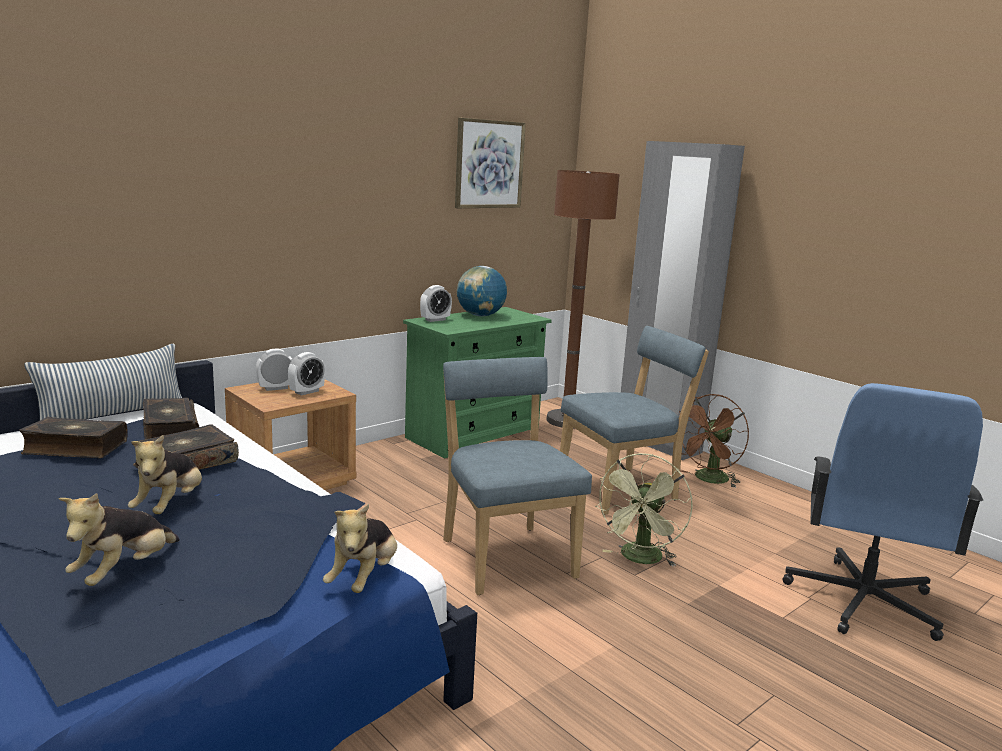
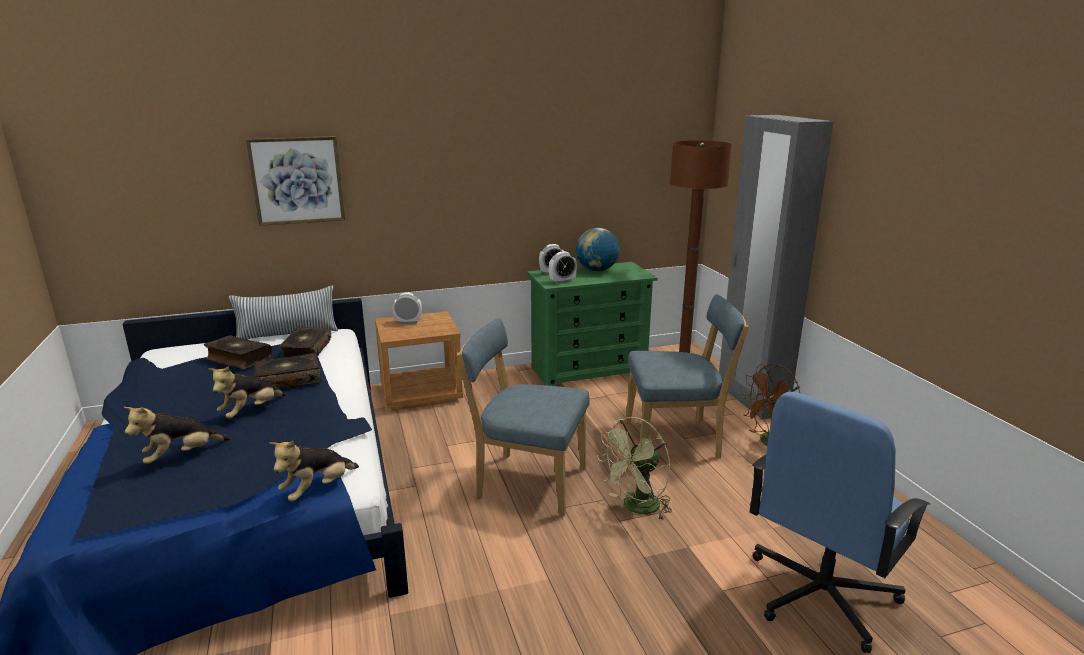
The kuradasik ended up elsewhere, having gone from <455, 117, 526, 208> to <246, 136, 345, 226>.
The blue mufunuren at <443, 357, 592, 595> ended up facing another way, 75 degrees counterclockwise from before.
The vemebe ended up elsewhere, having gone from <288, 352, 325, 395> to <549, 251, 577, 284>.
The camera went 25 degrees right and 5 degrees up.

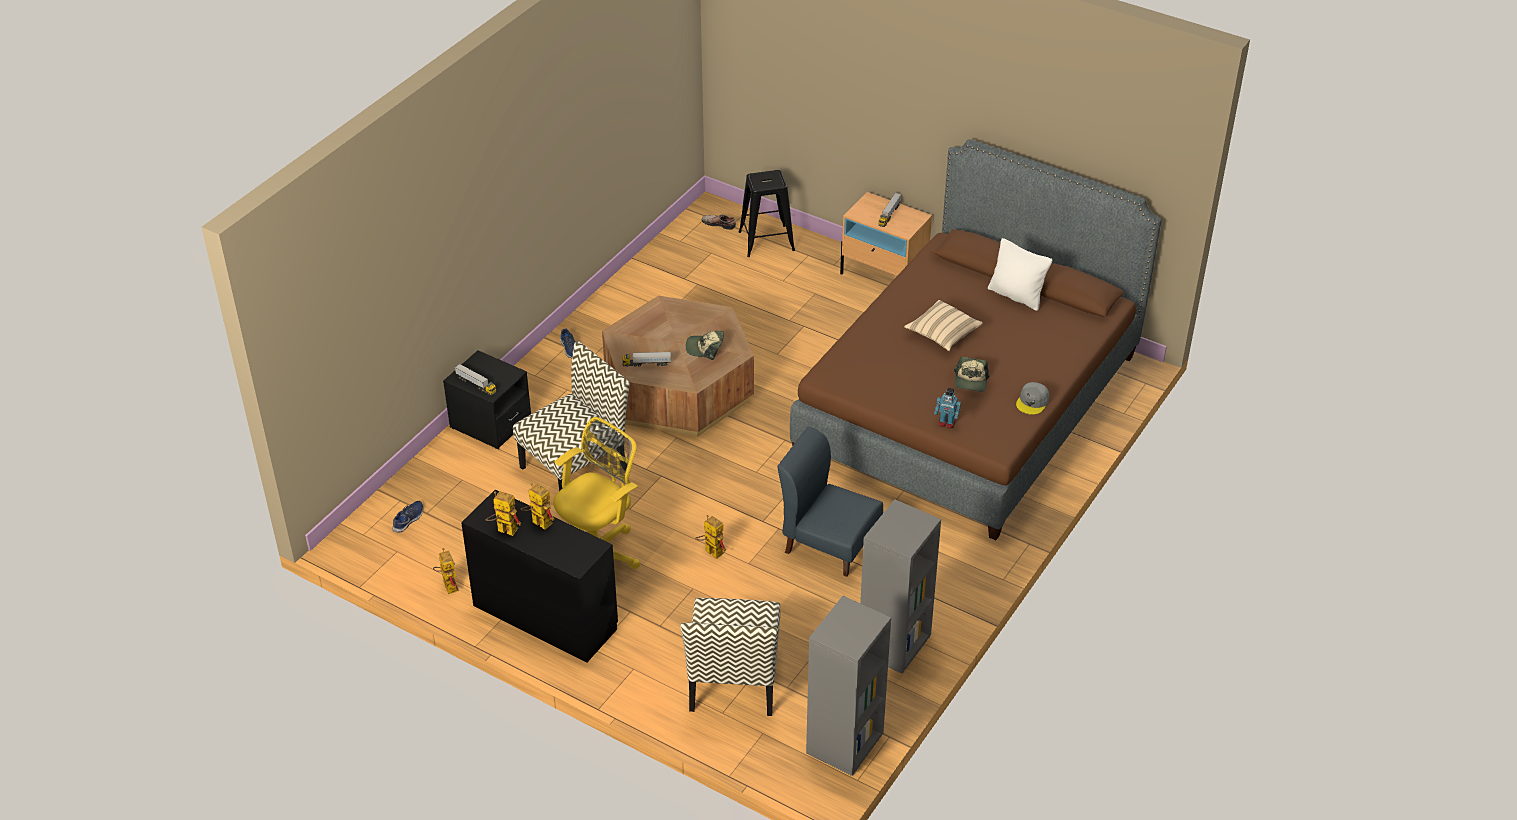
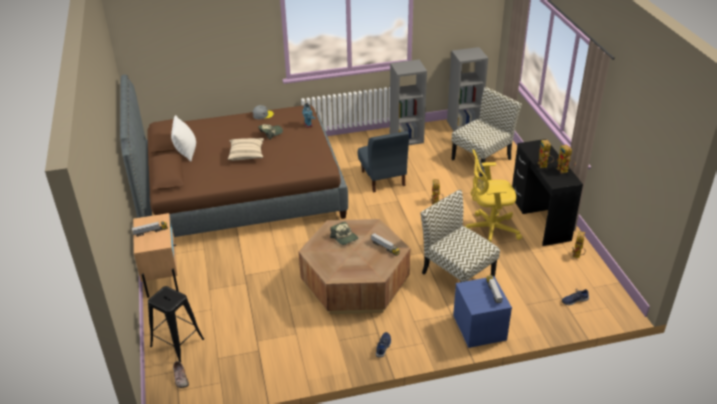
The mufunuren at <513, 341, 630, 491> ended up facing another way, 45 degrees clockwise from before.
What was the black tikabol at <443, 350, 531, 449> turned into the blue tikabol at <453, 276, 512, 348>.
The camera went 135 degrees left and 5 degrees down.

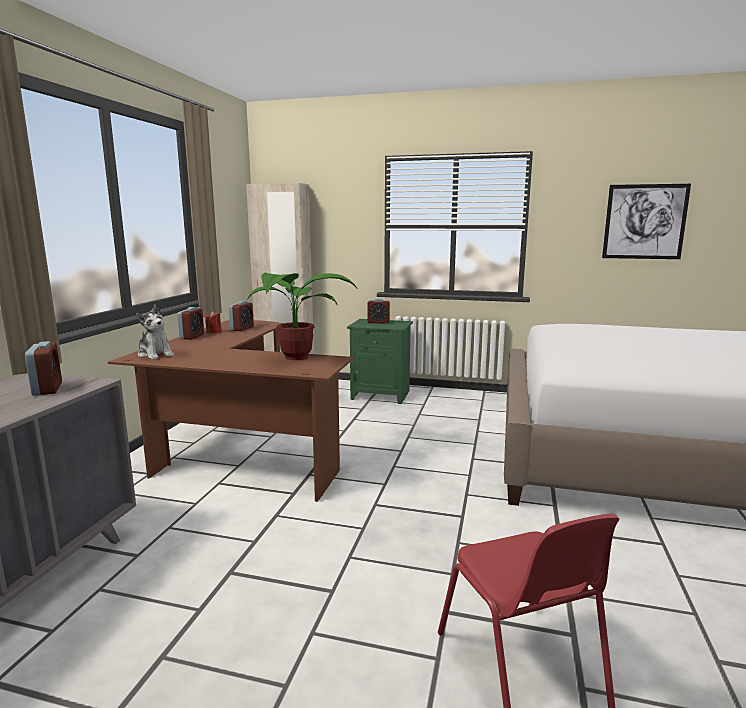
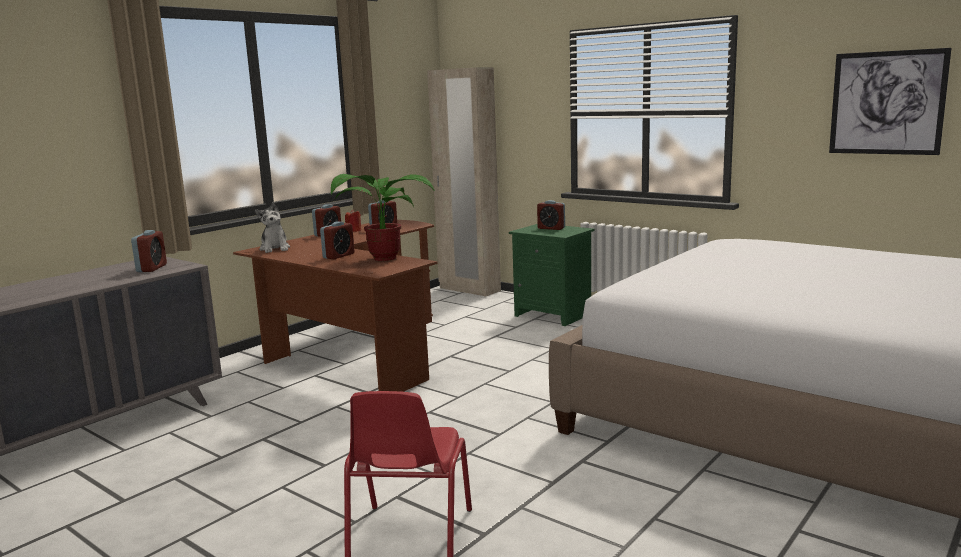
The second view gained the vemebe at <320, 221, 354, 259>.
The camera went 25 degrees right and 0 degrees up.

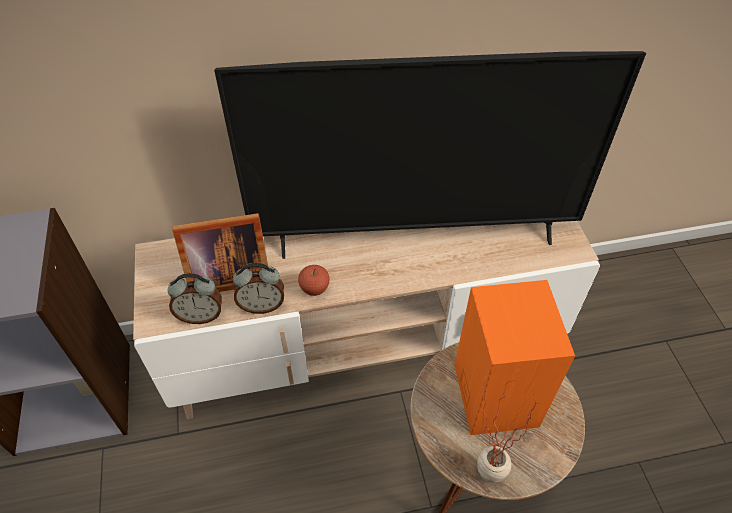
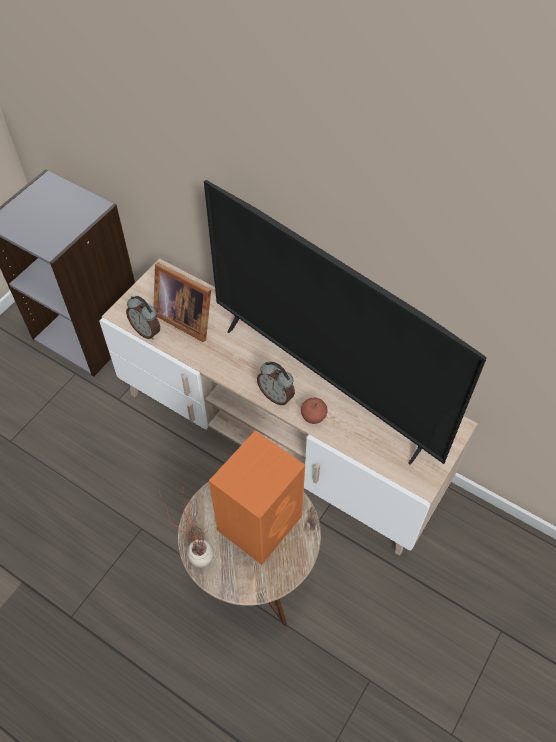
The vemebe ended up elsewhere, having gone from <233, 263, 284, 314> to <257, 362, 295, 405>.
The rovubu ended up elsewhere, having gone from <298, 265, 330, 296> to <301, 398, 328, 424>.
The camera went 45 degrees right and 5 degrees up.

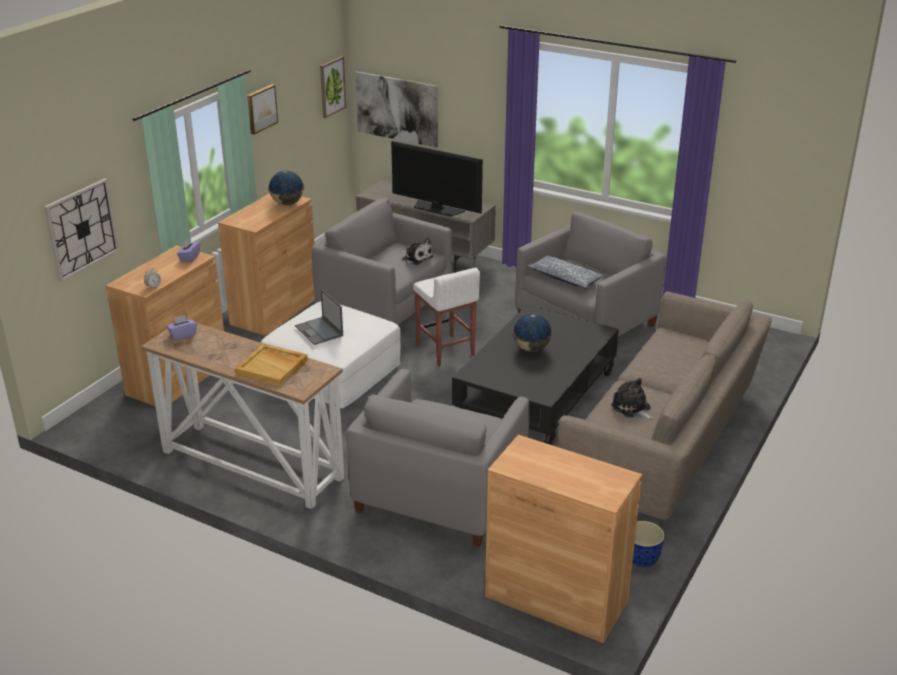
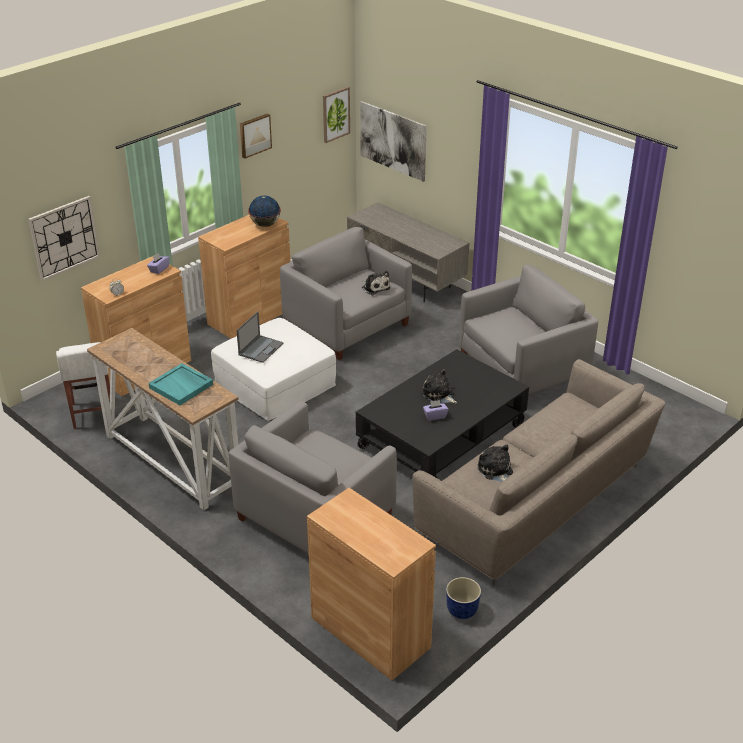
The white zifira ended up elsewhere, having gone from <413, 268, 480, 366> to <56, 342, 110, 429>.
What was the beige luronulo at <235, 344, 308, 386> turned into the turquoise luronulo at <148, 363, 213, 405>.
The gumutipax at <295, 289, 343, 345> ended up facing another way, 135 degrees counterclockwise from before.
Where the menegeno stood at <512, 313, 552, 352>, the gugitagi came to stand at <422, 369, 457, 403>.
The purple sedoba ended up elsewhere, having gone from <167, 315, 197, 340> to <423, 400, 449, 421>.
The second view lost the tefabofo at <391, 141, 483, 217>.
The second view lost the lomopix at <526, 255, 605, 289>.
The camera went 15 degrees right and 5 degrees up.

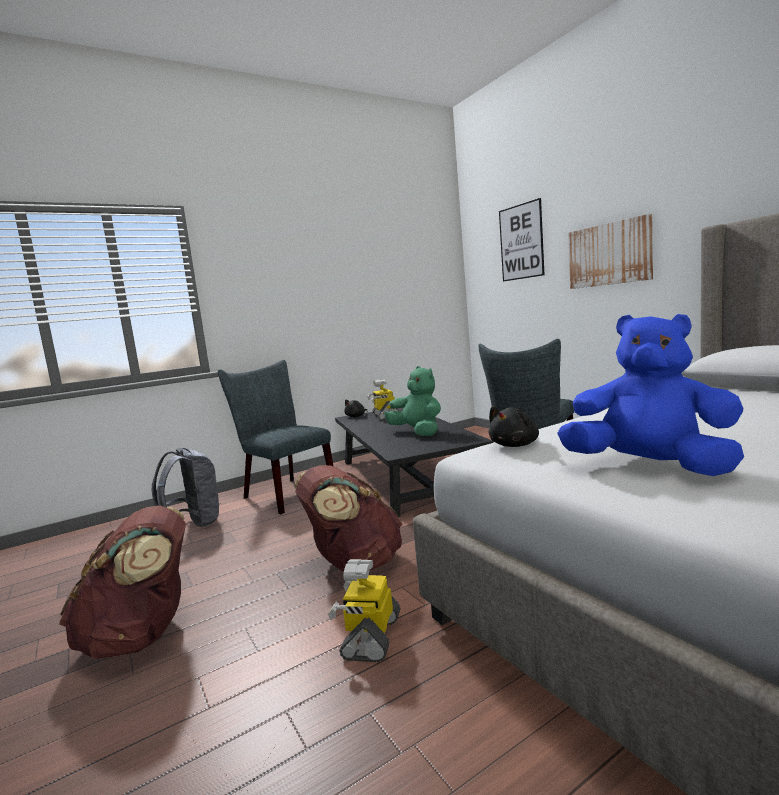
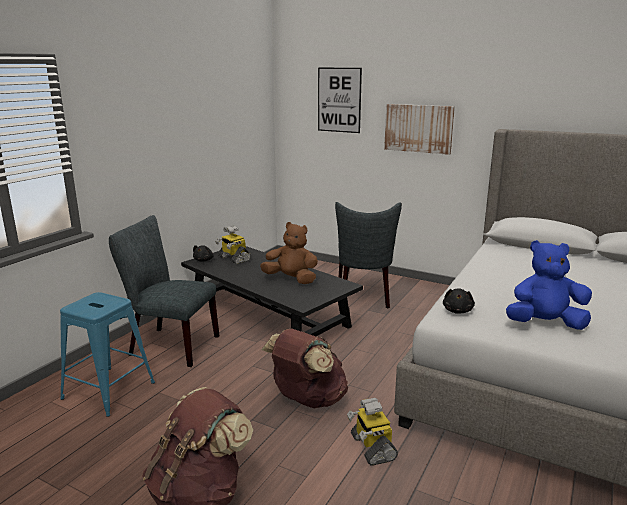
Where the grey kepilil stood at <152, 448, 220, 527>, the blue zifira came to stand at <60, 292, 155, 417>.
What was the green gugitagi at <384, 366, 441, 436> turned into the brown gugitagi at <260, 222, 318, 284>.
The camera went 30 degrees left and 10 degrees up.

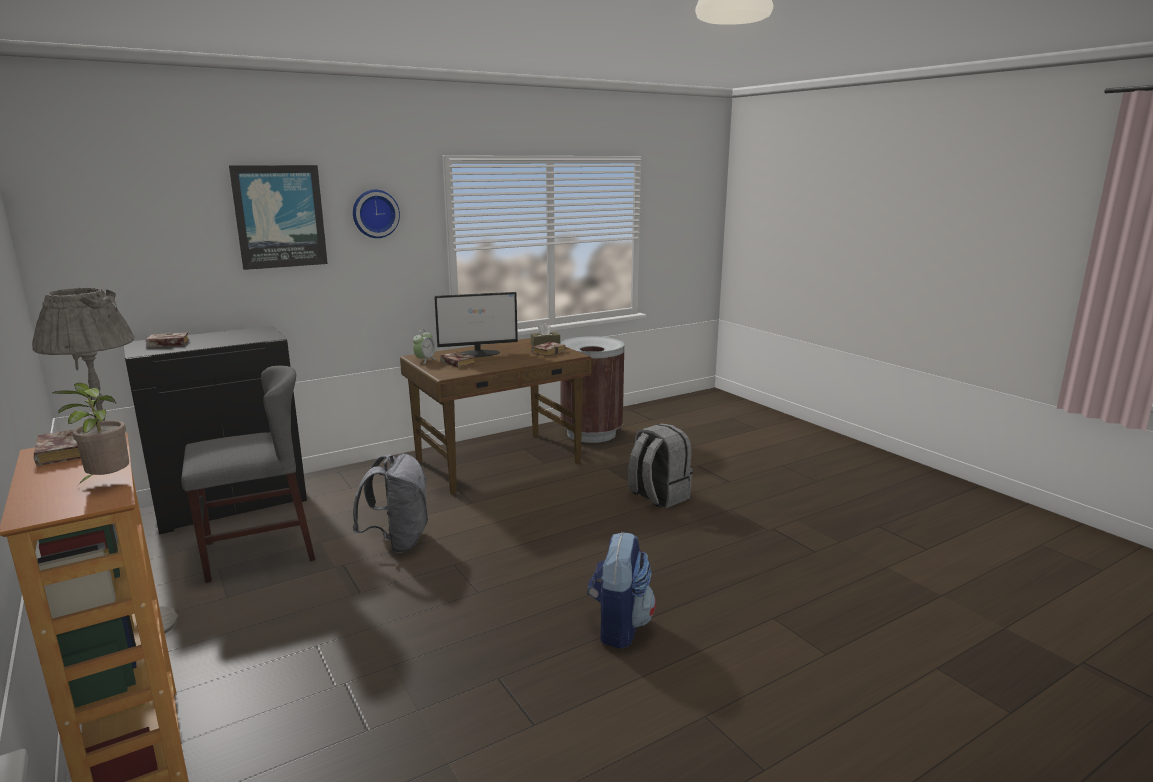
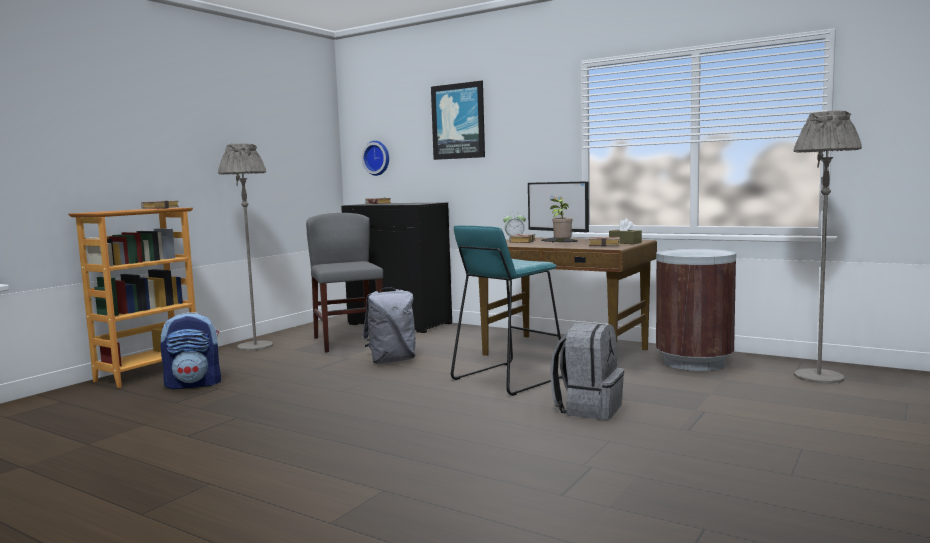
The kepilil ended up elsewhere, having gone from <587, 532, 656, 649> to <160, 312, 221, 389>.
The grey mufunuren at <181, 366, 315, 583> ended up facing another way, 150 degrees counterclockwise from before.
The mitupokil ended up elsewhere, having gone from <353, 190, 400, 238> to <362, 141, 389, 176>.
The second view gained the turquoise zifira at <451, 225, 562, 396>.
The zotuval ended up elsewhere, having gone from <53, 383, 129, 484> to <550, 198, 573, 244>.
The second view gained the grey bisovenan at <793, 110, 862, 384>.
The camera went 65 degrees right and 10 degrees down.

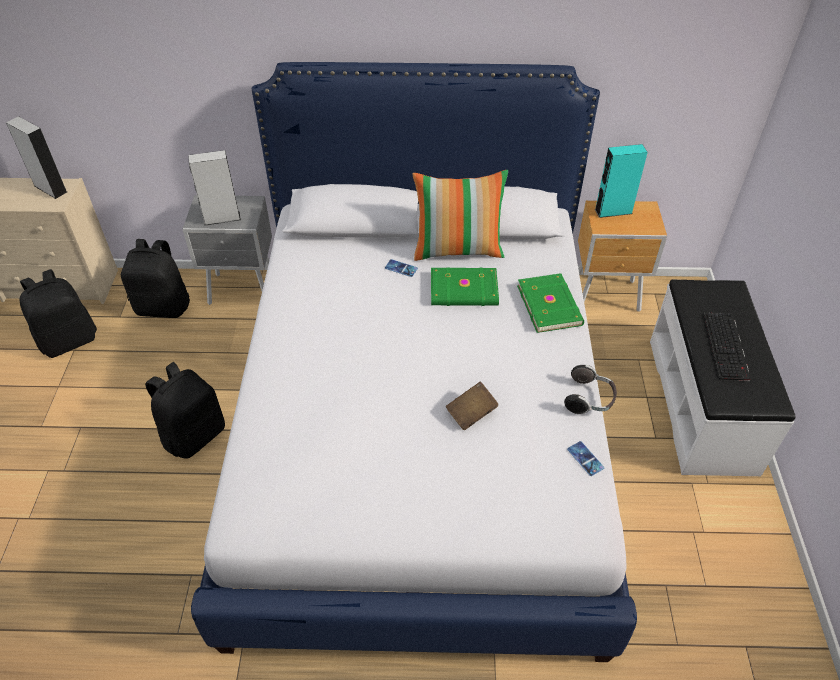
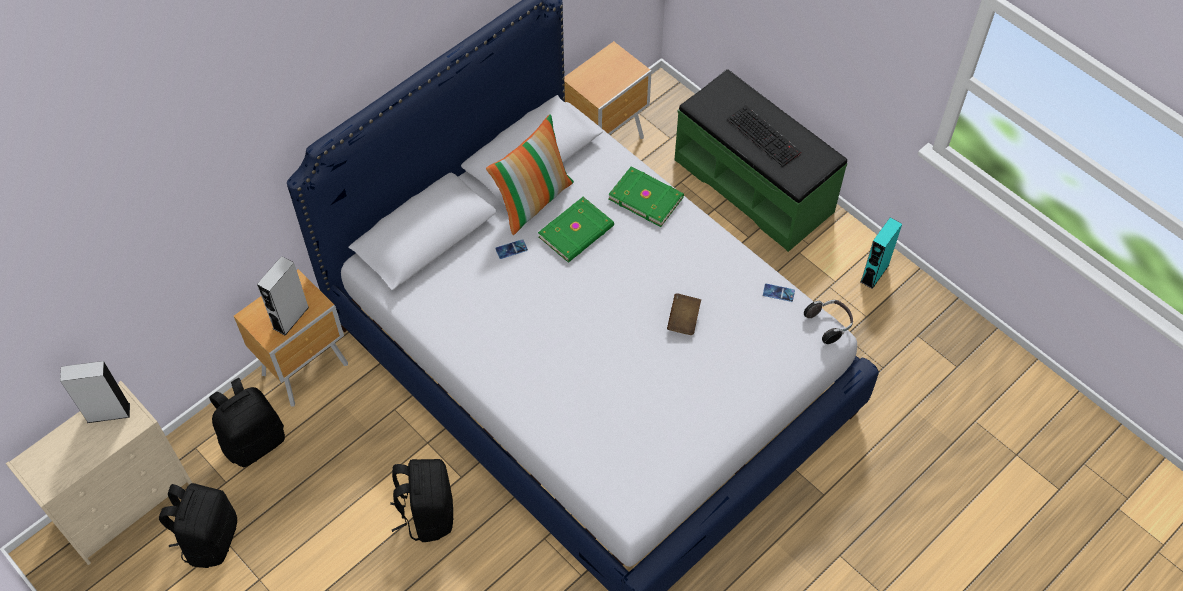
What was the grey tikabol at <182, 195, 272, 305> turned into the brown tikabol at <234, 269, 348, 407>.
What was the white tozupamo at <650, 280, 796, 476> turned into the green tozupamo at <675, 69, 847, 252>.
The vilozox ended up elsewhere, having gone from <564, 365, 617, 414> to <804, 300, 853, 344>.
The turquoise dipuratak ended up elsewhere, having gone from <595, 144, 648, 218> to <860, 217, 902, 289>.
The camera went 45 degrees left and 10 degrees up.

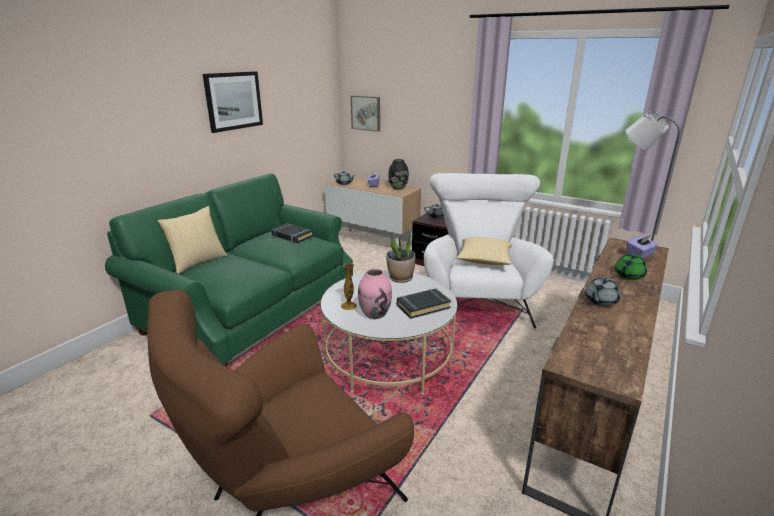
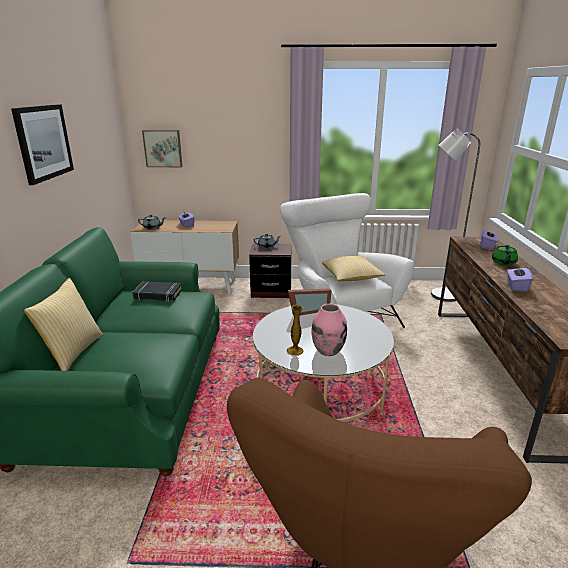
Where the zotuval stood at <386, 231, 415, 283>, the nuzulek came to stand at <288, 289, 332, 316>.
Where the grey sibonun stood at <585, 278, 620, 307>, the purple sedoba came to stand at <507, 266, 533, 292>.
The second view lost the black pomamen at <388, 159, 409, 190>.
The second view lost the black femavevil at <397, 288, 451, 319>.
The camera went 30 degrees left and 0 degrees up.

